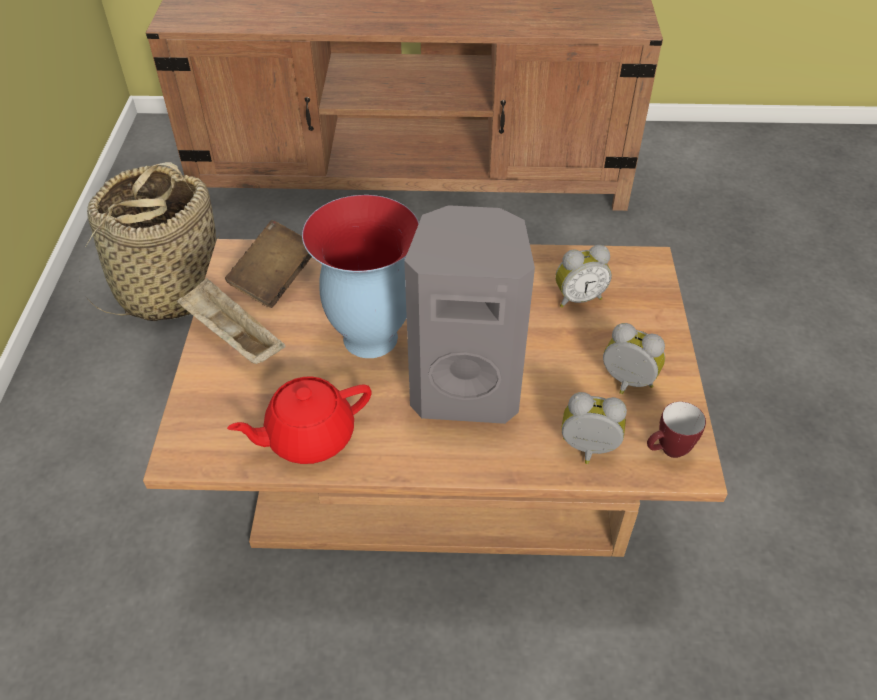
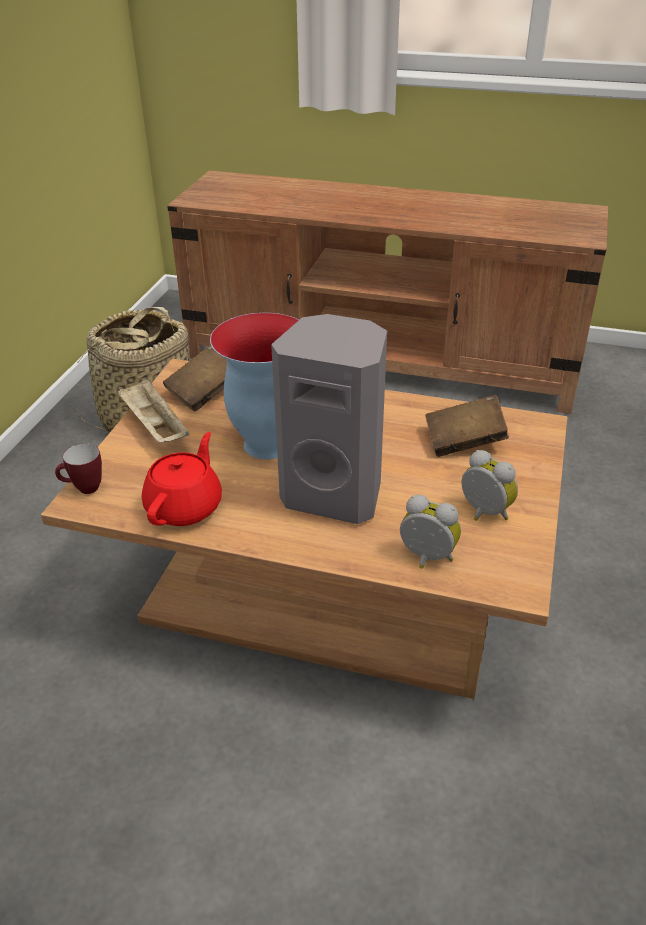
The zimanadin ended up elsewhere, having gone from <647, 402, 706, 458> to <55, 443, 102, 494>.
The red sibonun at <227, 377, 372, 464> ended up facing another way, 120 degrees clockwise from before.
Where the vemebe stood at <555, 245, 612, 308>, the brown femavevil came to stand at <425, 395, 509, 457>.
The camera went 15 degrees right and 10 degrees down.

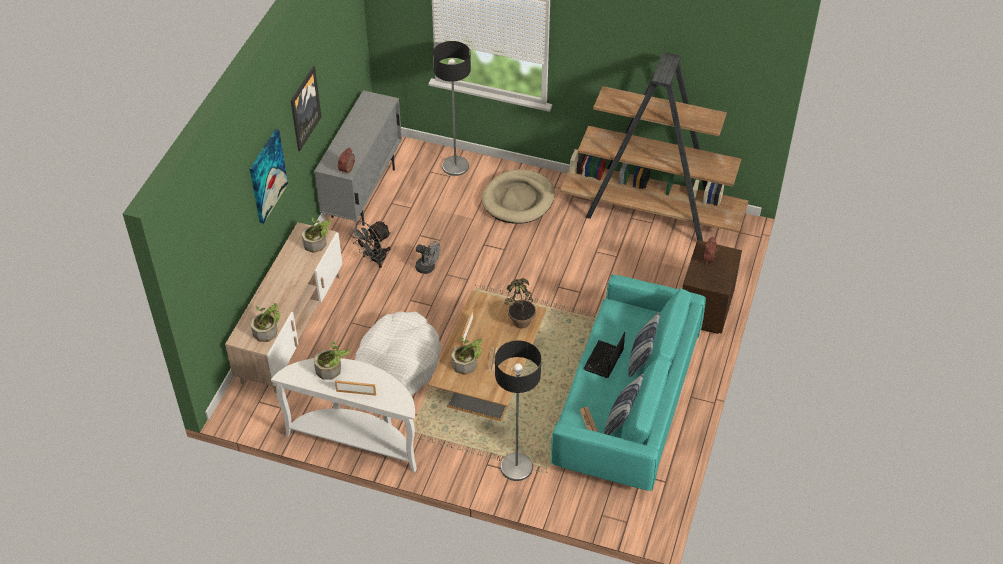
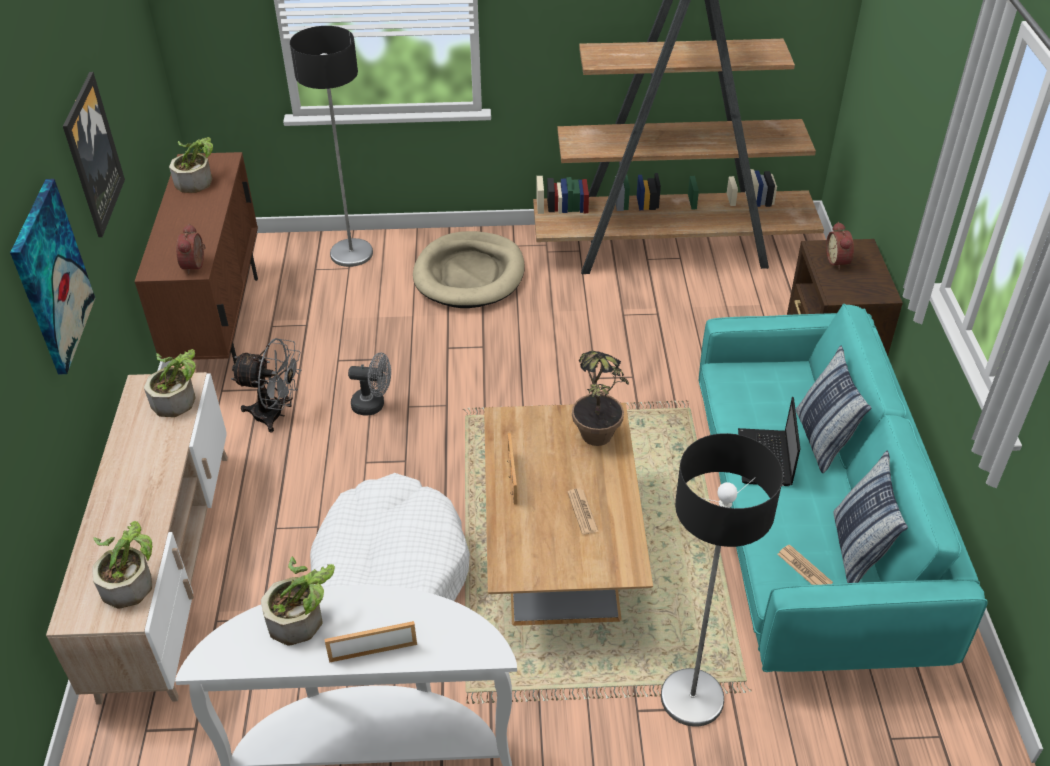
What was the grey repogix at <314, 90, 402, 226> turned into the brown repogix at <134, 152, 258, 368>.
The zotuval ended up elsewhere, having gone from <451, 336, 482, 375> to <169, 137, 213, 193>.
The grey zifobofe at <349, 221, 391, 268> ended up facing another way, 105 degrees counterclockwise from before.
The camera went 20 degrees left and 5 degrees down.

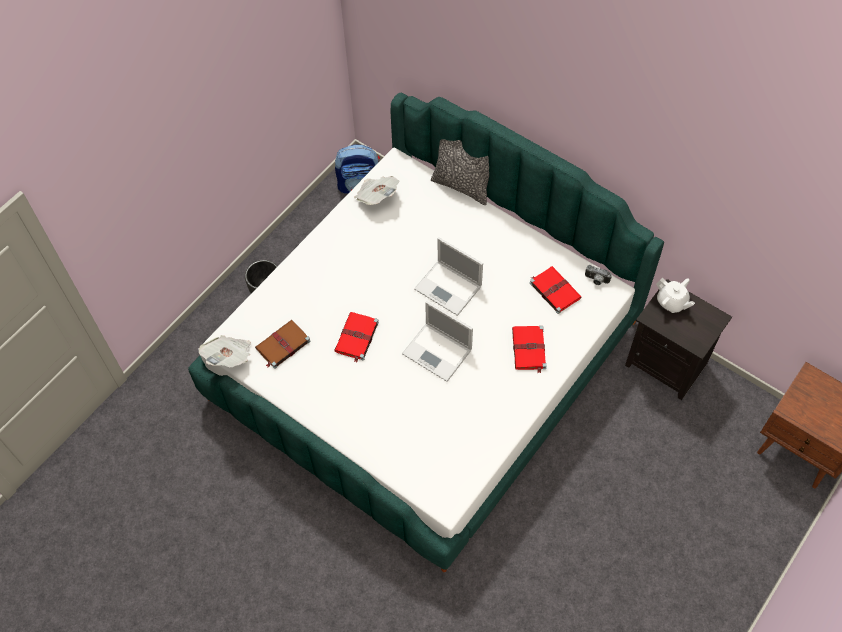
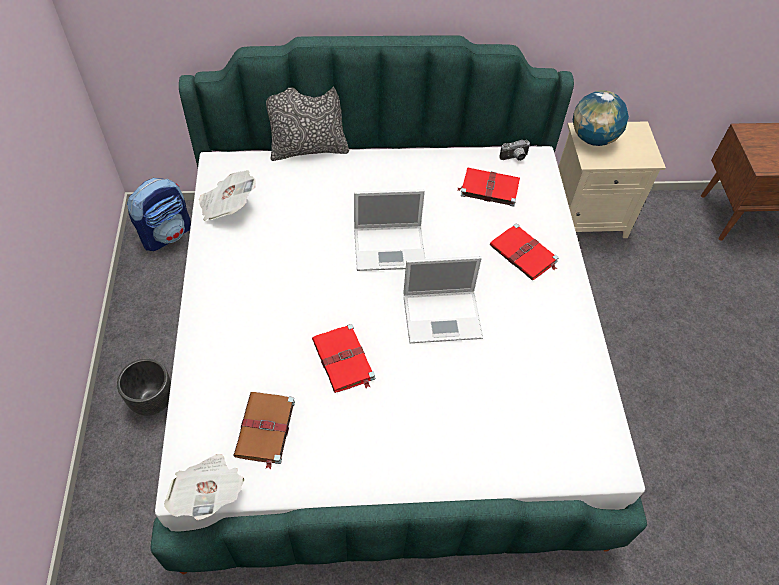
What was the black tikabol at <625, 279, 732, 400> turned into the beige tikabol at <558, 122, 666, 238>.
Where the white sibonun stood at <656, 278, 695, 313>, the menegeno came to stand at <573, 90, 629, 146>.
The camera went 45 degrees left and 5 degrees down.

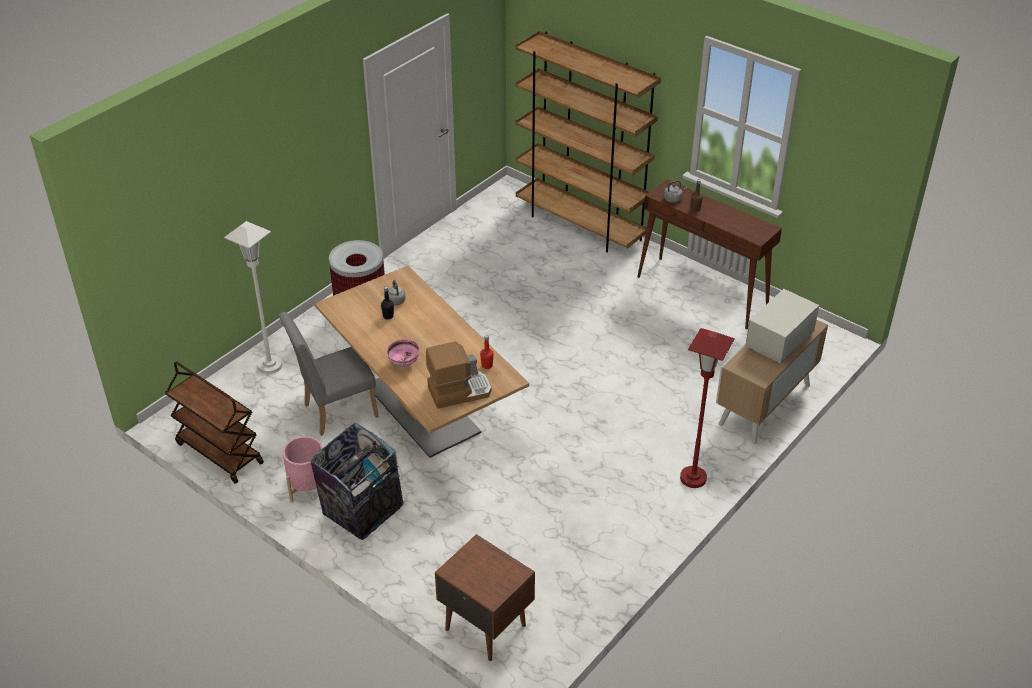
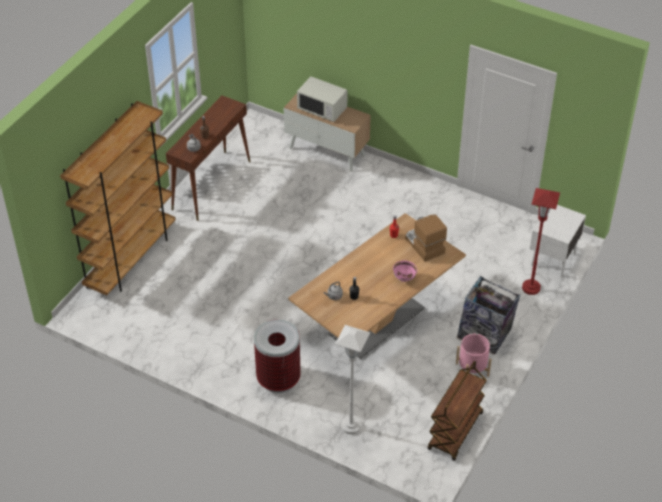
The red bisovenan ended up elsewhere, having gone from <680, 328, 735, 488> to <522, 188, 560, 295>.
What was the brown tikabol at <435, 534, 535, 661> turned into the white tikabol at <530, 205, 586, 278>.
The second view lost the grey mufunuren at <279, 312, 379, 436>.
The camera went 100 degrees left and 5 degrees up.

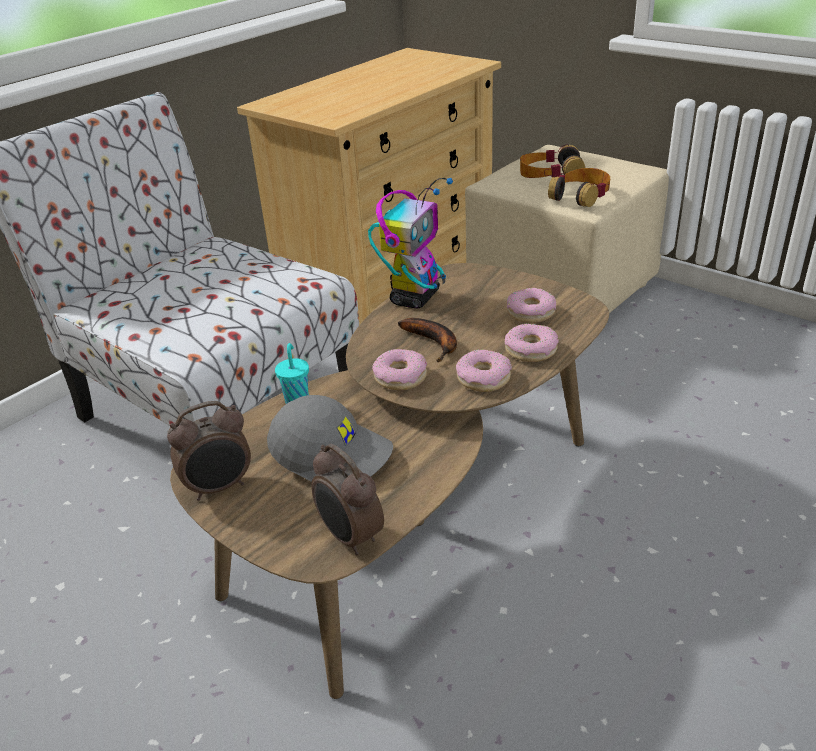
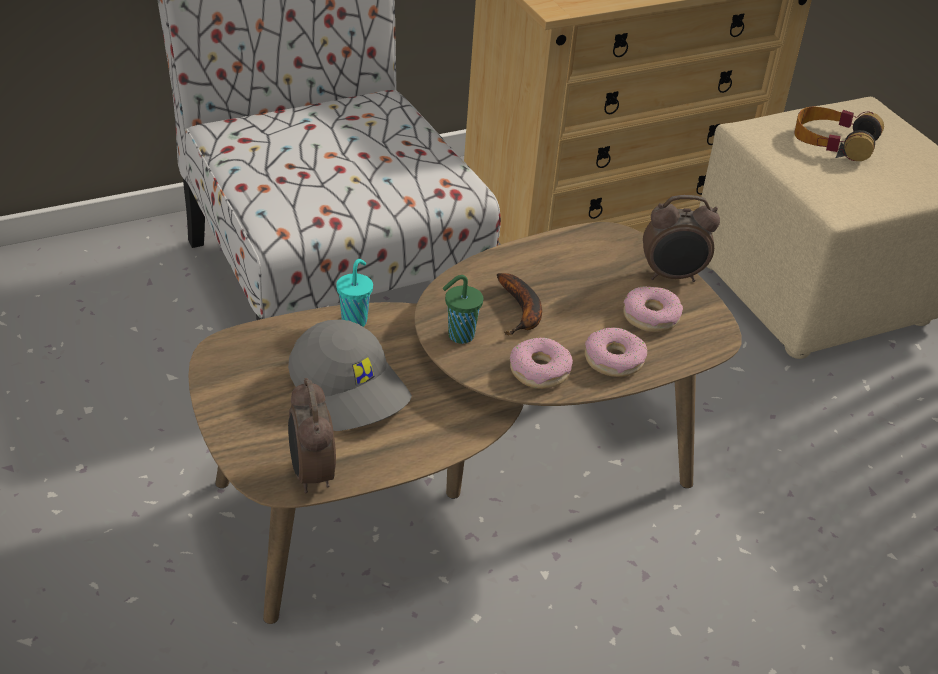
Where the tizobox stood at <372, 349, 427, 390>, the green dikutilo came to stand at <443, 275, 483, 344>.
The vemebe ended up elsewhere, having gone from <167, 401, 251, 501> to <643, 195, 720, 282>.
The second view lost the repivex at <368, 178, 453, 308>.
The second view lost the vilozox at <548, 168, 610, 207>.
The camera went 20 degrees right and 5 degrees up.

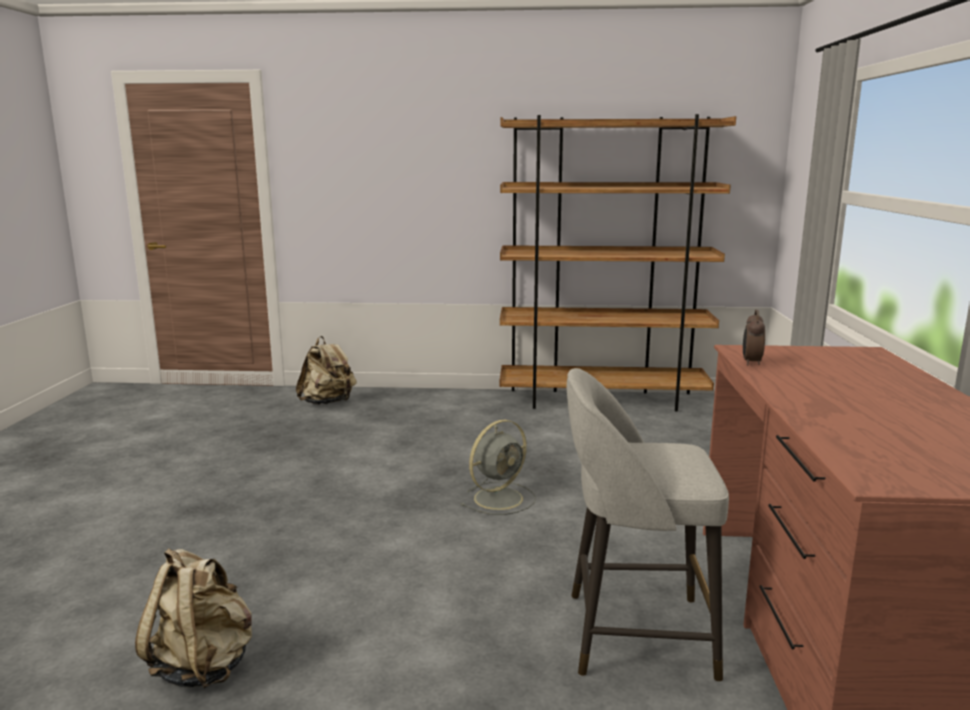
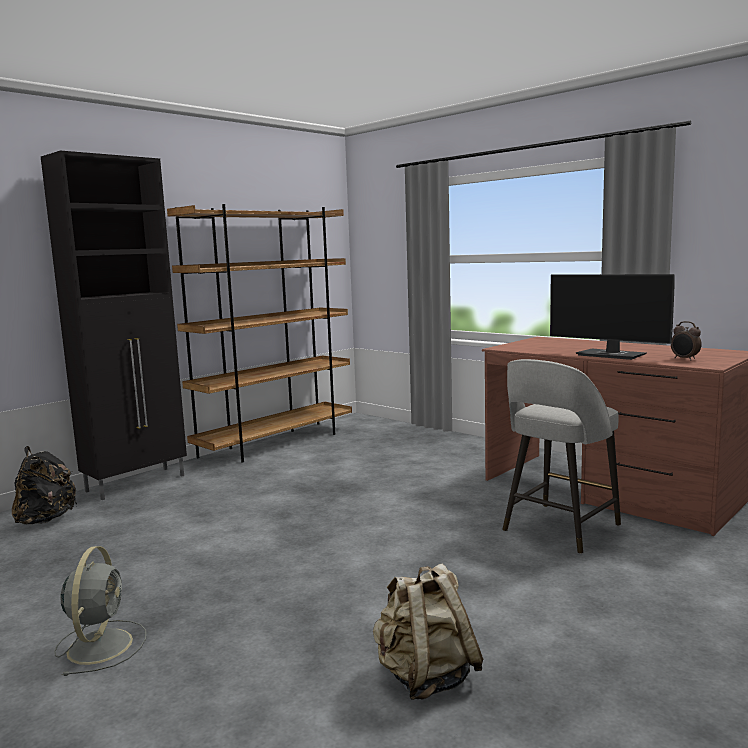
What was the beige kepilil at <296, 336, 357, 405> turned into the black kepilil at <12, 446, 77, 524>.
The second view gained the black repogix at <41, 151, 187, 500>.
The grey zifobofe ended up elsewhere, having gone from <461, 420, 536, 515> to <54, 546, 146, 676>.
The second view gained the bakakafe at <550, 274, 675, 360>.
The vemebe ended up elsewhere, having gone from <743, 310, 765, 366> to <671, 321, 702, 361>.
The camera went 50 degrees left and 5 degrees down.

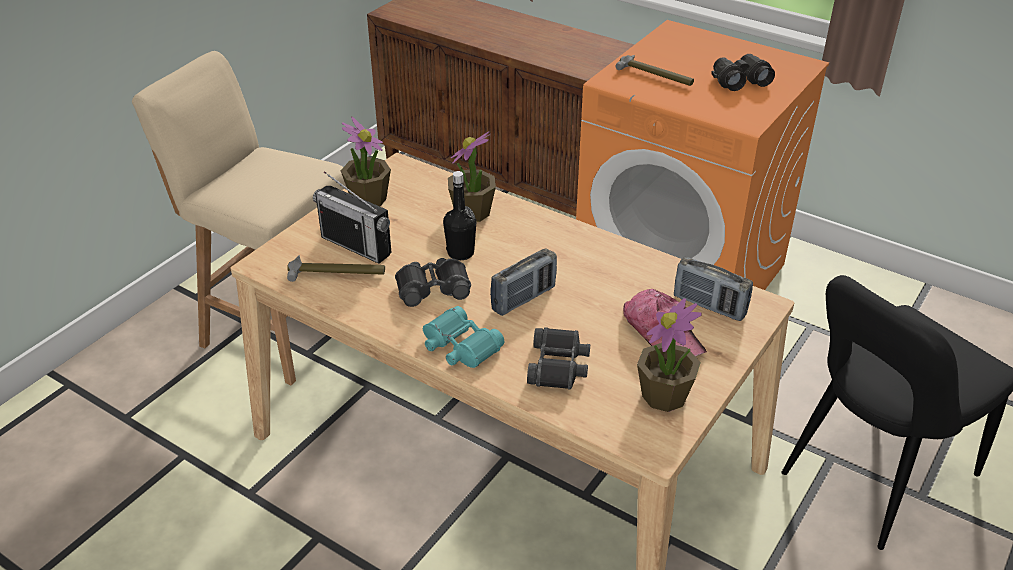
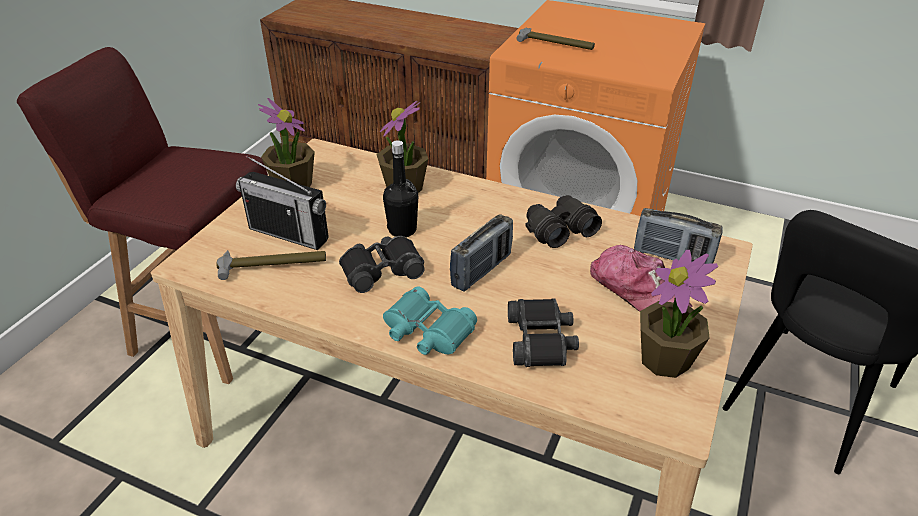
What was the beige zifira at <132, 51, 346, 385> turned into the red zifira at <17, 47, 268, 384>.
The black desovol ended up elsewhere, having gone from <711, 54, 775, 91> to <525, 195, 602, 248>.
The camera went 10 degrees left and 0 degrees up.

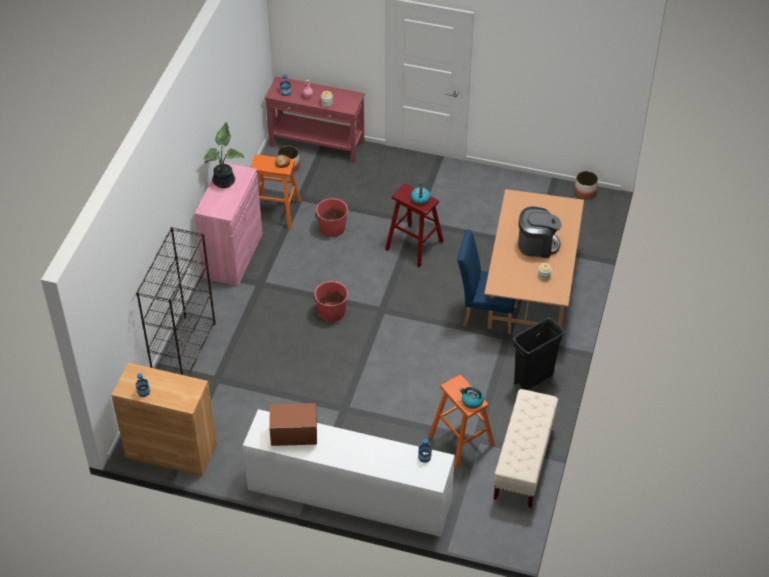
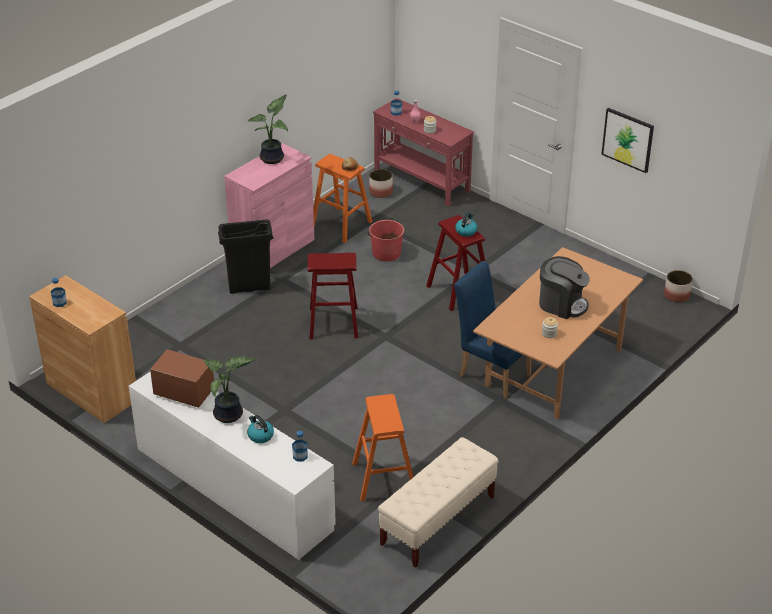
The second view gained the zotuval at <204, 356, 258, 423>.
The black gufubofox ended up elsewhere, having gone from <512, 317, 565, 390> to <218, 219, 273, 294>.
The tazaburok ended up elsewhere, having gone from <460, 387, 484, 409> to <247, 415, 274, 443>.
Where the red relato stood at <313, 281, 348, 322>, the red zifira came to stand at <308, 253, 358, 339>.
The second view gained the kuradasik at <601, 108, 654, 173>.
The second view lost the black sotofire at <136, 227, 216, 376>.
The camera went 25 degrees right and 10 degrees down.

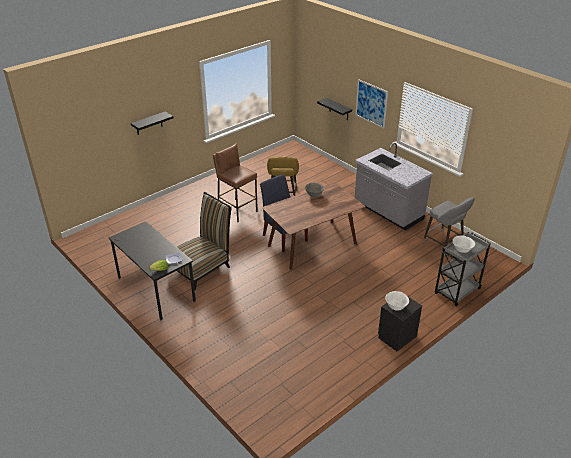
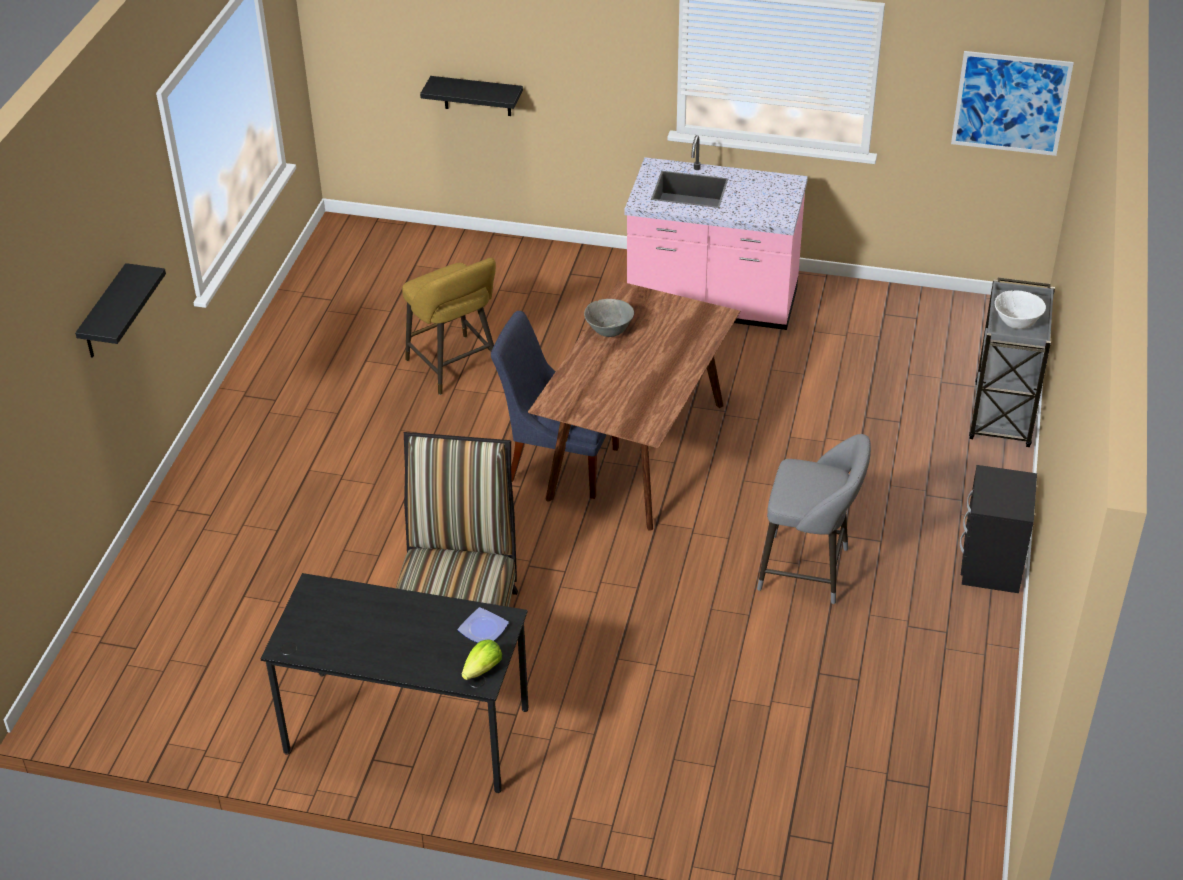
What was the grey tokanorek at <355, 143, 433, 231> turned into the pink tokanorek at <625, 135, 808, 330>.
The grey zifira ended up elsewhere, having gone from <423, 197, 475, 256> to <757, 434, 871, 604>.
The kuradasik ended up elsewhere, having gone from <355, 79, 388, 128> to <951, 51, 1074, 156>.
The second view lost the brown zifira at <213, 144, 258, 222>.
The second view lost the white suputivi at <385, 291, 409, 311>.
The camera went 35 degrees left and 5 degrees up.

